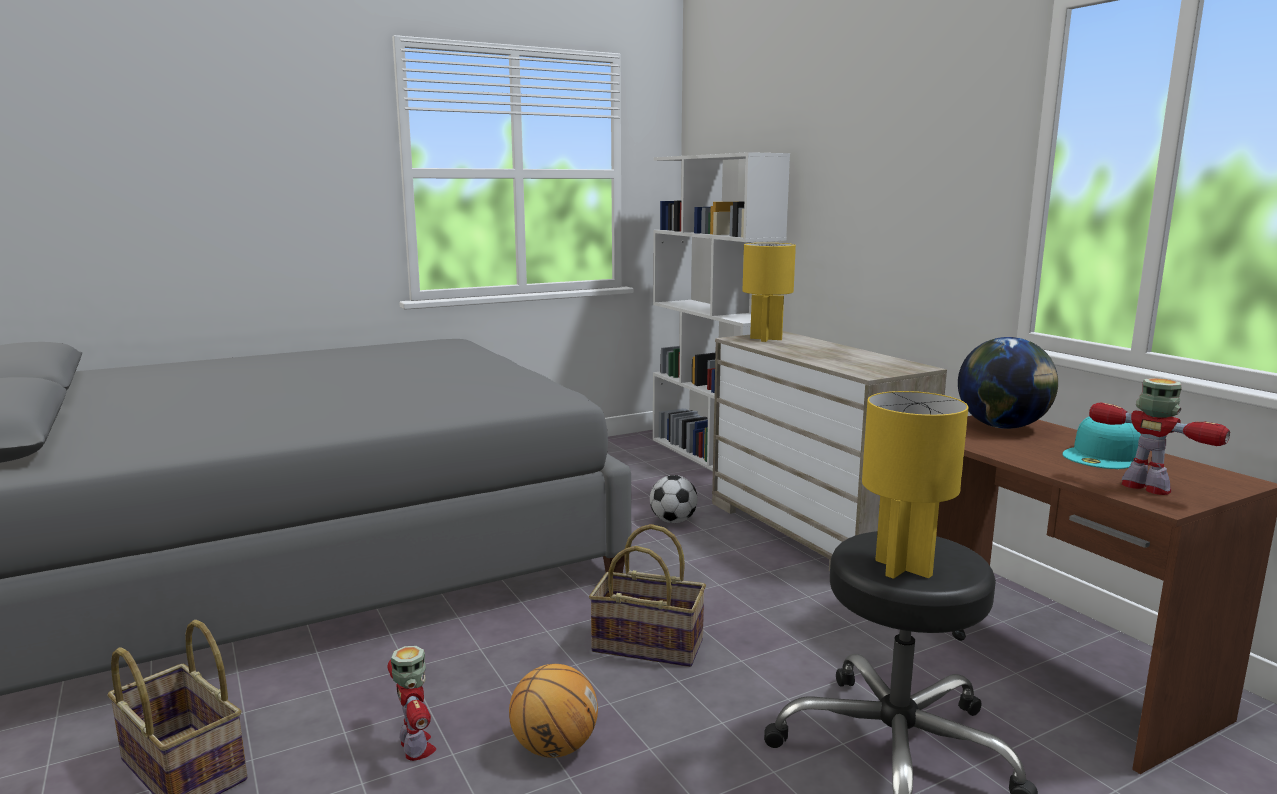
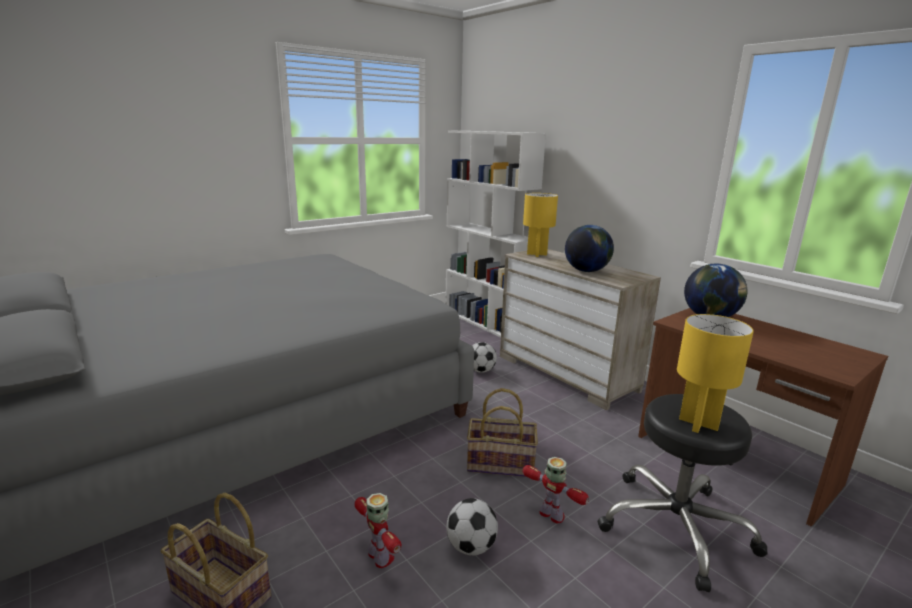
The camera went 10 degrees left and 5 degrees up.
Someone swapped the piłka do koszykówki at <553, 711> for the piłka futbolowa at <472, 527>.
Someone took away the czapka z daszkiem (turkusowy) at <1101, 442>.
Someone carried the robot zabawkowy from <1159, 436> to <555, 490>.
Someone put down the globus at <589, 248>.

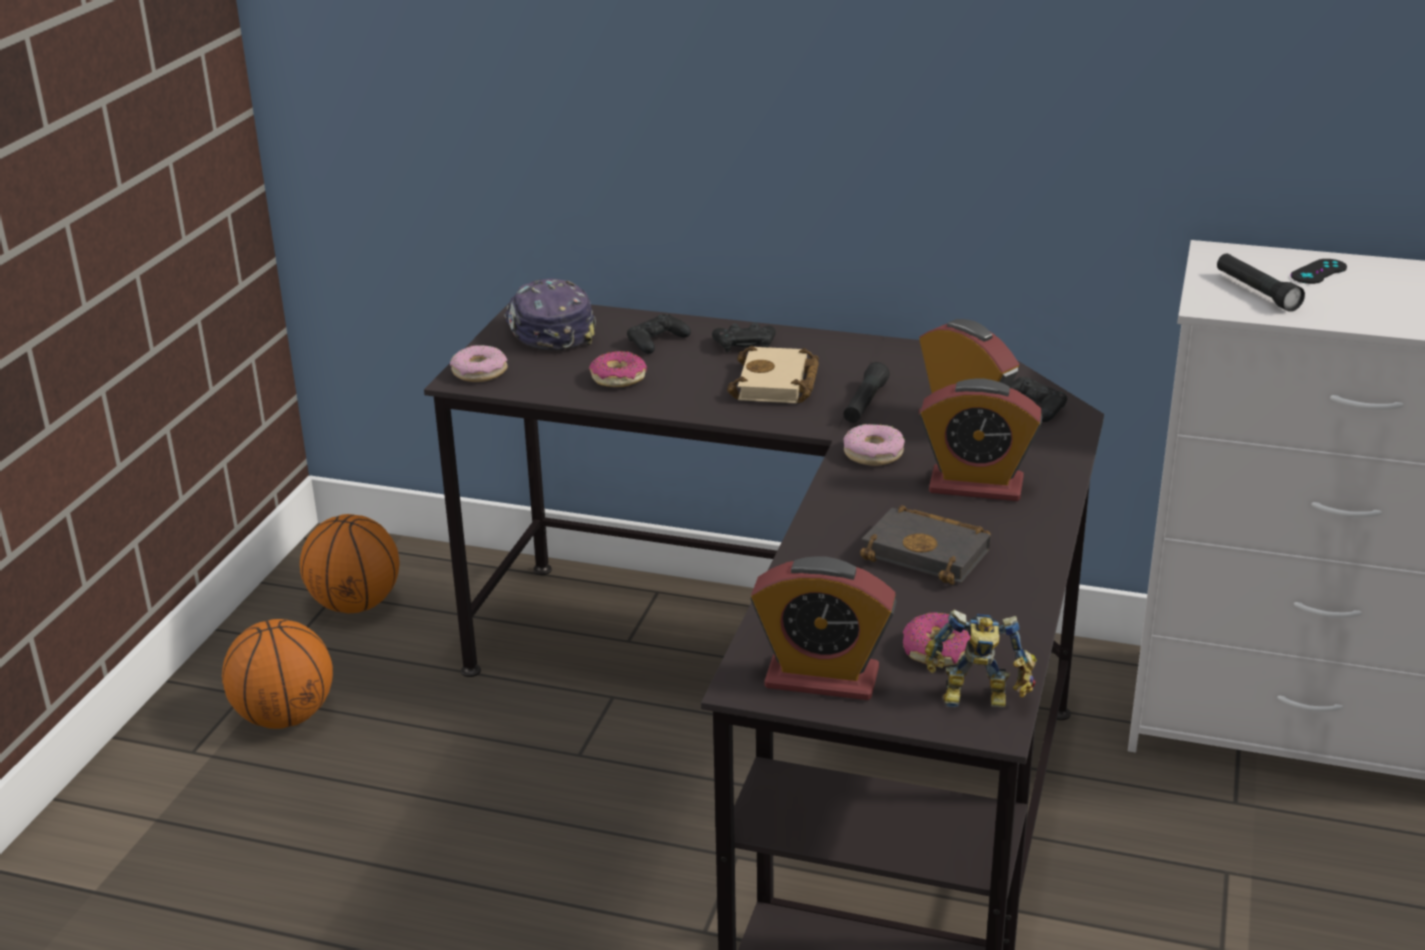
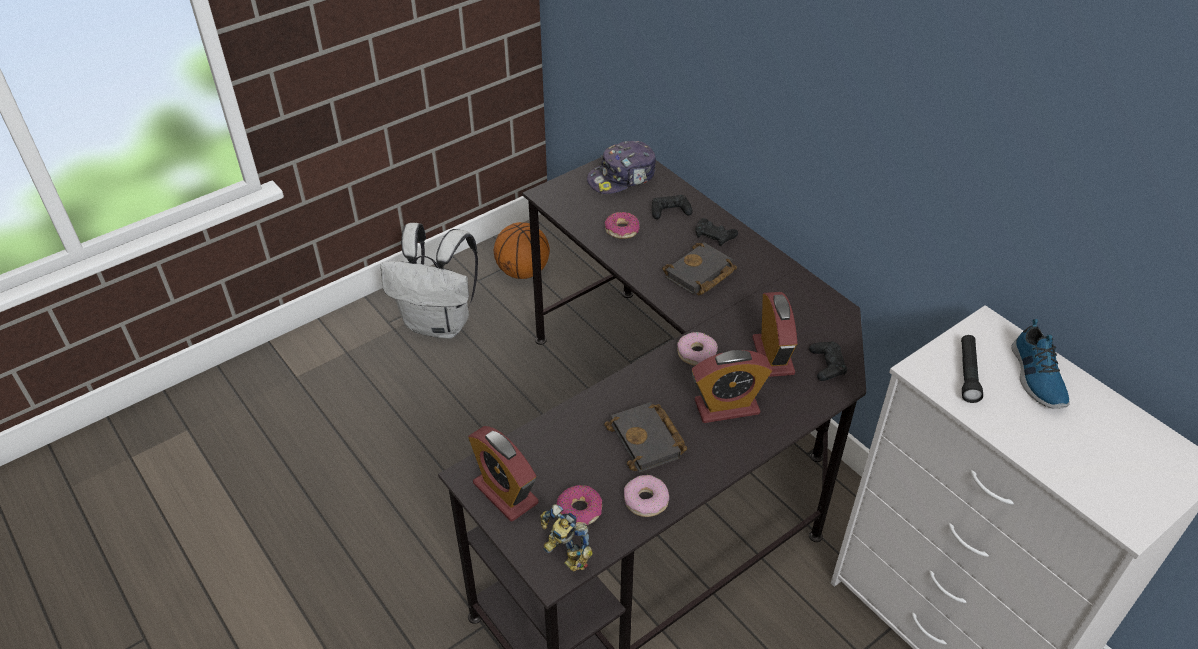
The camera went 35 degrees right and 15 degrees up.
Someone swapped the piłka do koszykówki at <277, 674> for the plecak (biały) at <429, 281>.
Someone carried the donut from <478, 363> to <646, 496>.
Someone rotated the czapka z daszkiem at <550, 314> by 135 degrees counterclockwise.
Someone repainted the książka (beżowy) at <773, 374>, which became the książka (czarny) at <699, 268>.
Someone took away the latarka (czarny) at <866, 392>.
Someone rotated the budzik at <980, 439> by 60 degrees counterclockwise.
Someone swapped the pad do gier (czarny) at <1319, 271> for the but at <1040, 364>.

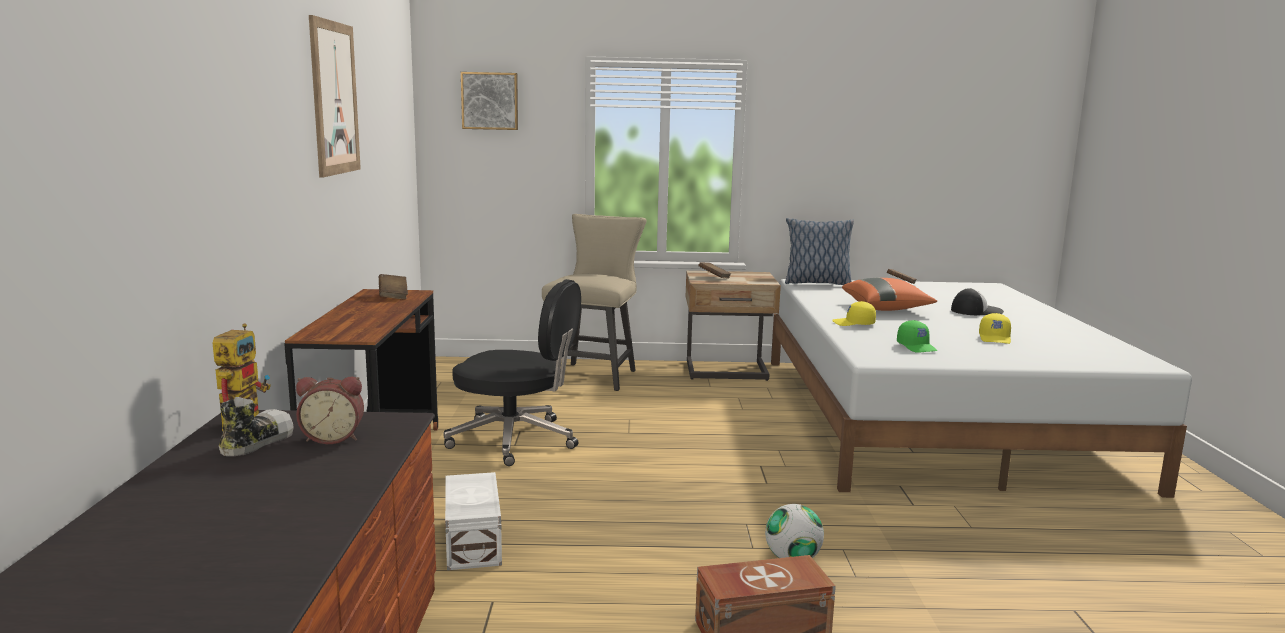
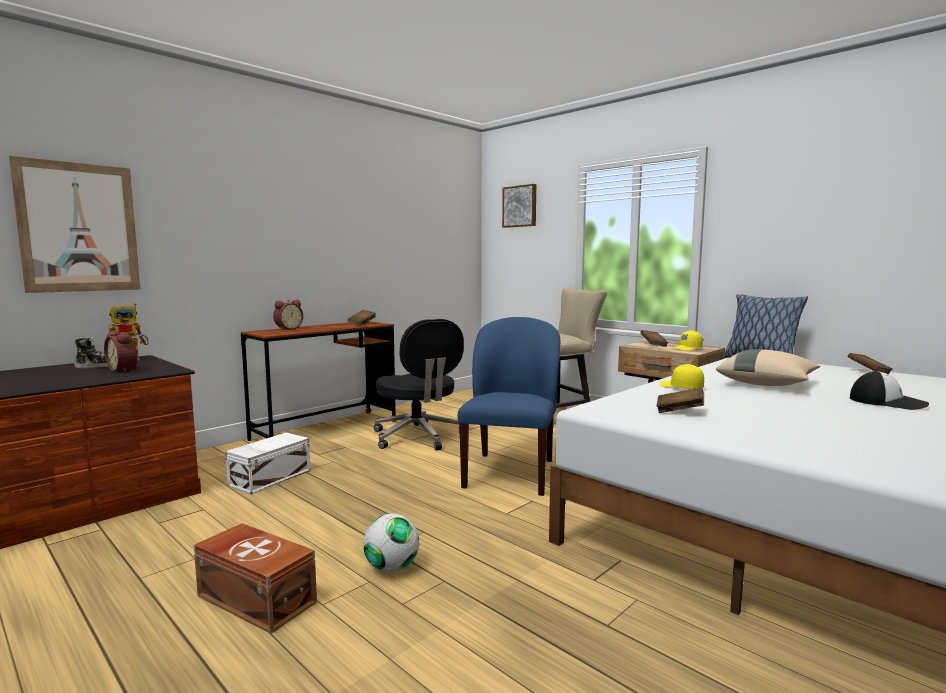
The camera went 45 degrees right and 5 degrees down.
Someone carried the obraz from <335, 96> to <75, 224>.
Someone repainted the poduszka (pomarańczowy) at <889, 294>, which became the poduszka (beżowy) at <768, 367>.
Someone swapped the czapka z daszkiem (zielony) at <917, 336> for the książka (brązowy) at <680, 400>.
Someone carried the czapka z daszkiem (żółty) from <995, 328> to <687, 340>.
Someone put down the budzik at <288, 315>.
Someone put down the krzesło (niebieski) at <508, 406>.

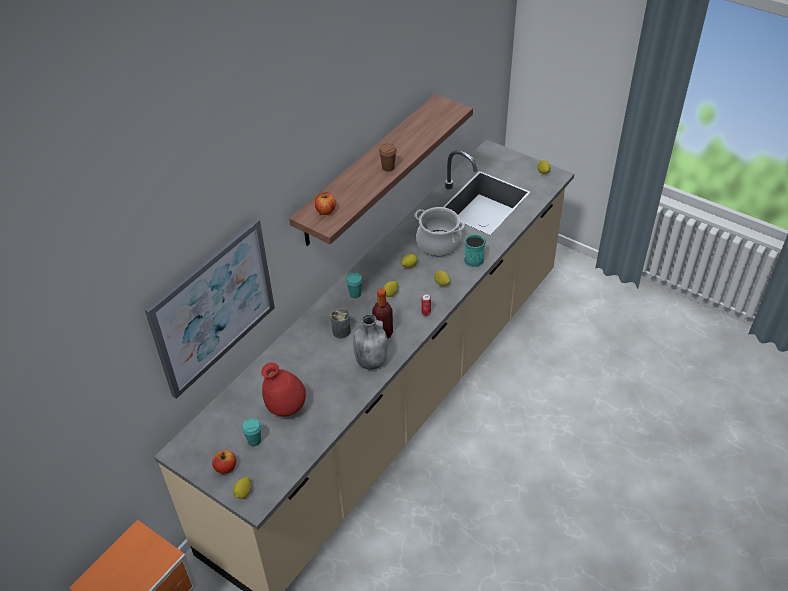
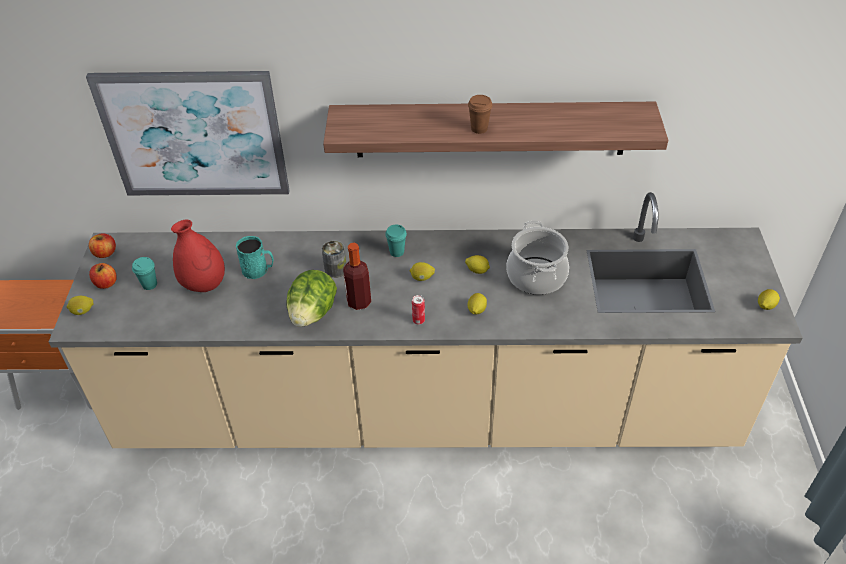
The camera went 55 degrees right and 0 degrees up.
Someone carried the jabłko from <325, 203> to <102, 245>.
Someone swapped the butelka (szary) at <370, 342> for the sałata at <311, 298>.
Someone carried the kubek (turkusowy) from <474, 250> to <255, 257>.

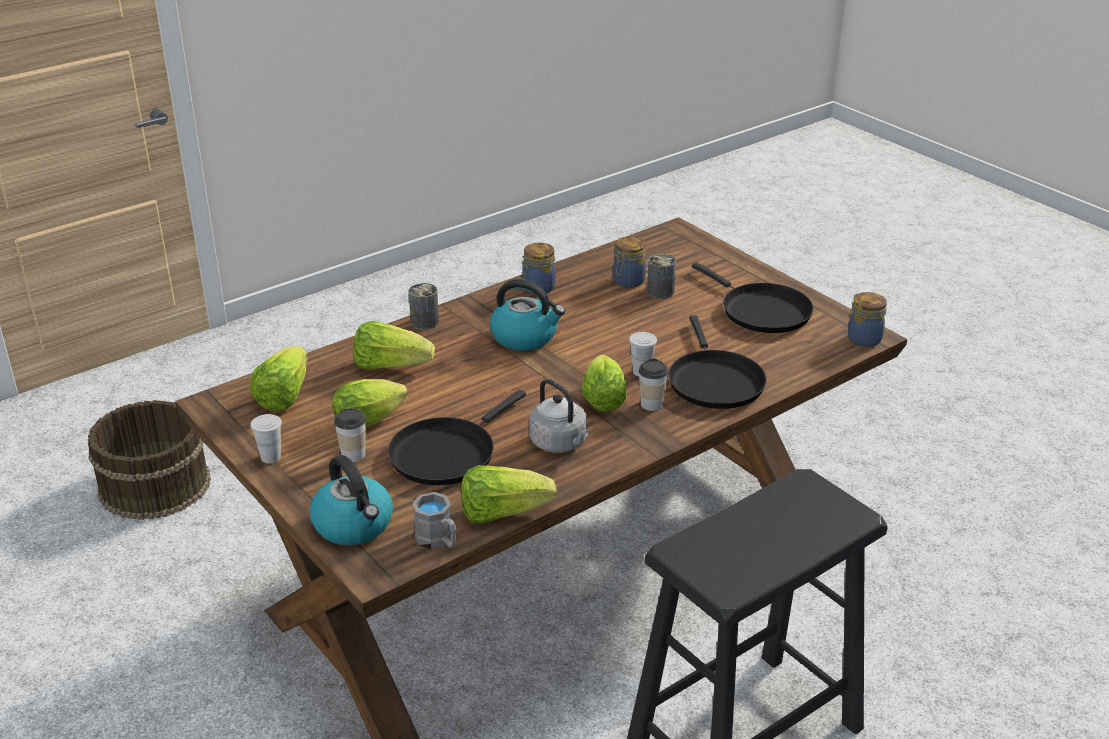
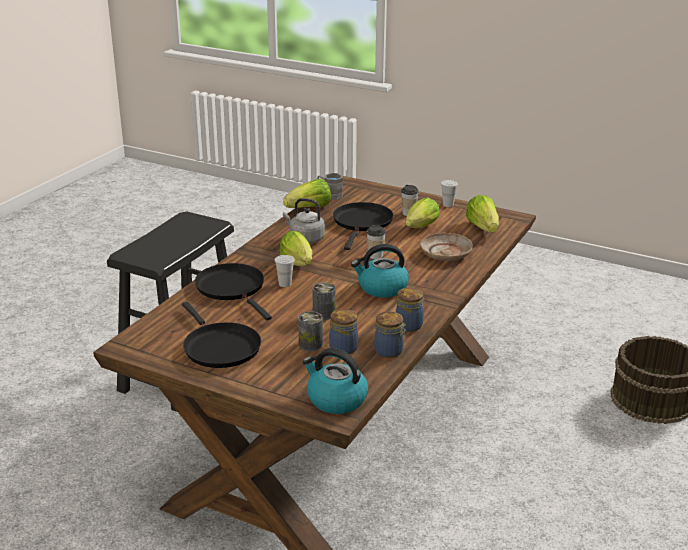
The camera went 155 degrees right and 5 degrees down.
Someone carried the czajnik from <351, 500> to <335, 381>.
Someone swapped the sałata at <394, 345> for the talerz (beżowy) at <446, 247>.
Someone carried the puszka from <424, 306> to <324, 301>.
Someone carried the filiżanka from <653, 384> to <376, 242>.
Someone rotated the patelnia (czarny) at <752, 297> by 150 degrees counterclockwise.
Someone carried the słoik from <867, 319> to <390, 335>.

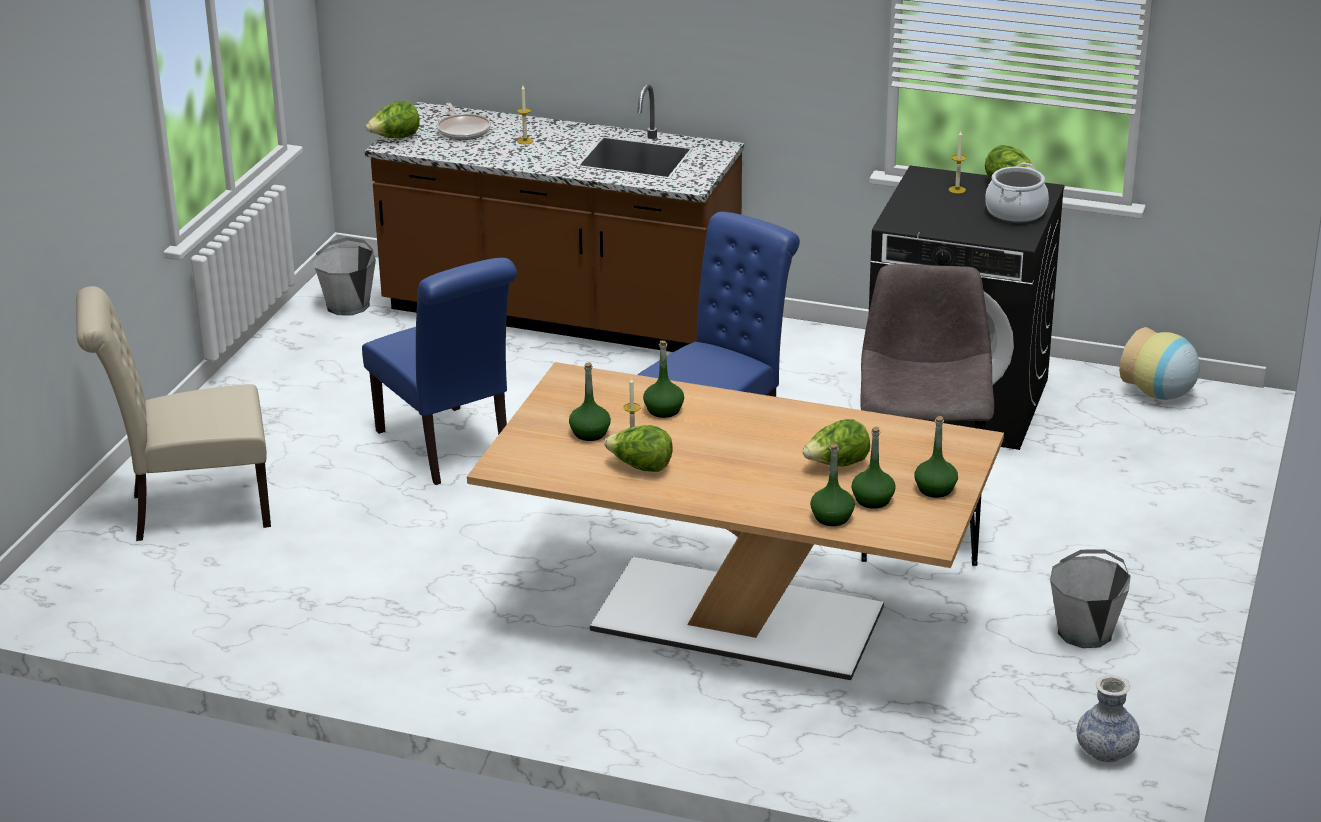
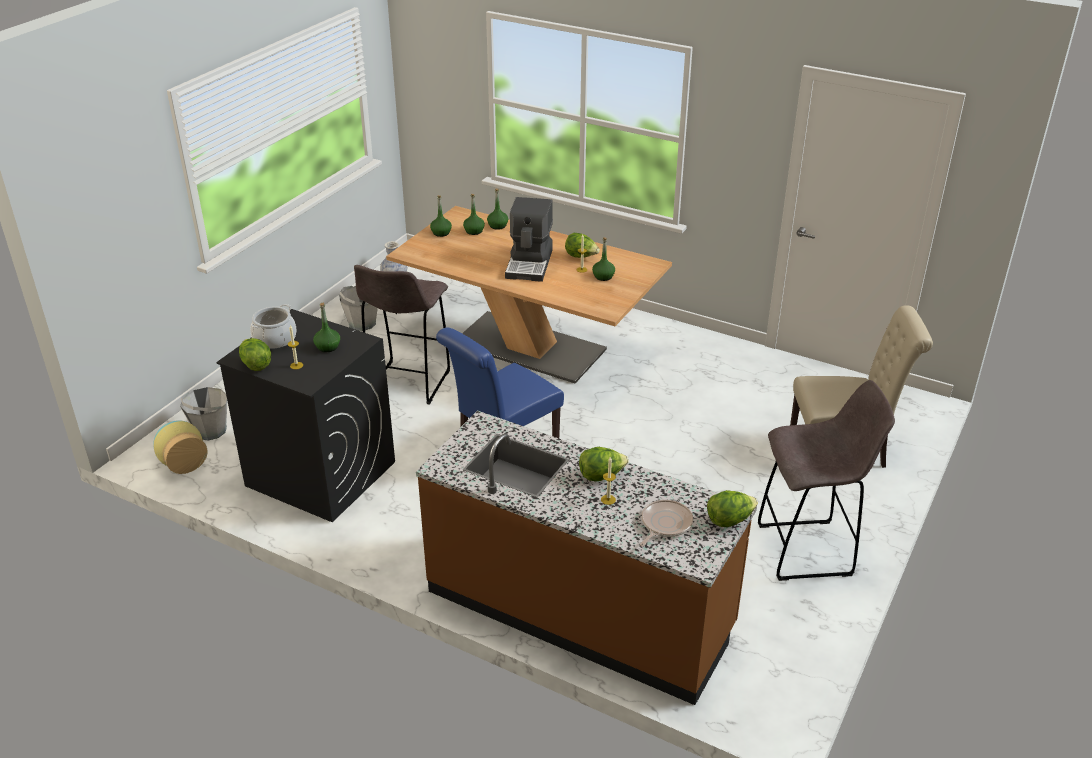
The camera went 170 degrees left and 5 degrees up.
Someone carried the wiadro (szary) from <344, 276> to <204, 413>.
Someone took away the krzesło (niebieski) at <439, 371>.
Someone rotated the patelnia at <464, 121> by 45 degrees clockwise.
Someone carried the butelka (zielony) from <663, 379> to <326, 327>.
Someone carried the sałata from <836, 443> to <604, 464>.
Someone put down the ekspres do kawy at <529, 239>.
Someone put down the stołek (szary) at <826, 480>.

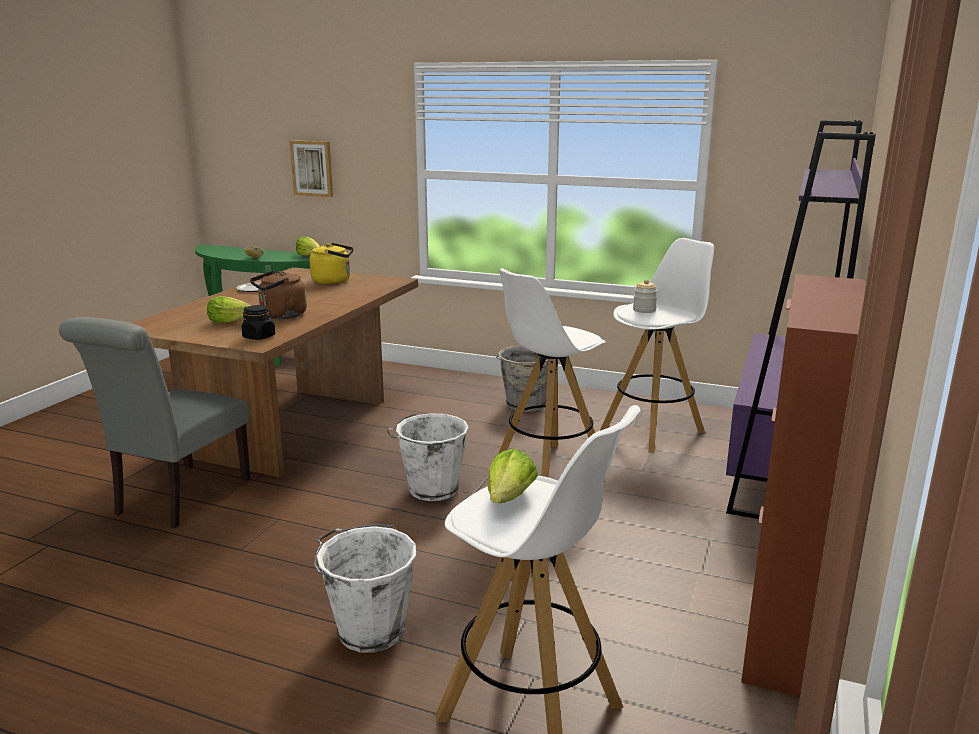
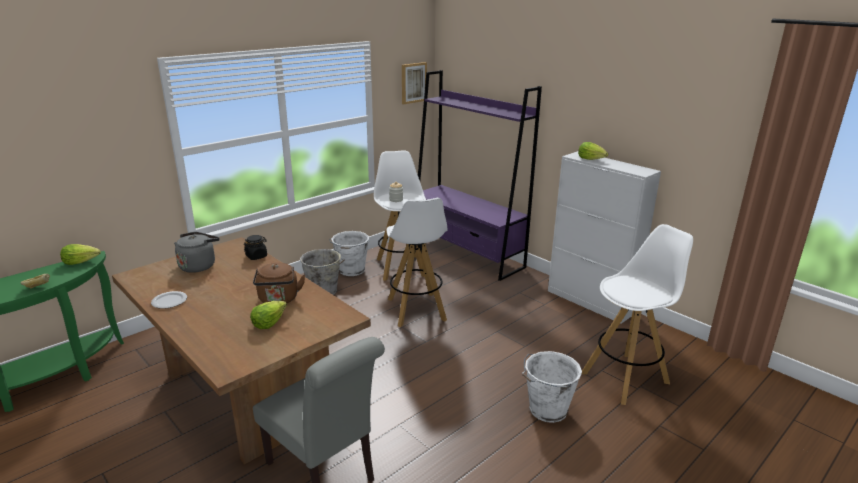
The camera went 65 degrees left and 5 degrees up.
Someone carried the słoik (czarny) from <258, 322> to <255, 247>.
Someone carried the obraz from <311, 168> to <414, 83>.
Someone repainted the czajnik (żółty) at <331, 263>, which became the czajnik (szary) at <196, 252>.
Someone carried the wiadro (biały) from <428, 457> to <349, 253>.
Someone carried the sałata from <513, 476> to <593, 151>.
Someone repainted the szafka (brązowy) at <803, 485>, which became the szafka (biały) at <604, 237>.

